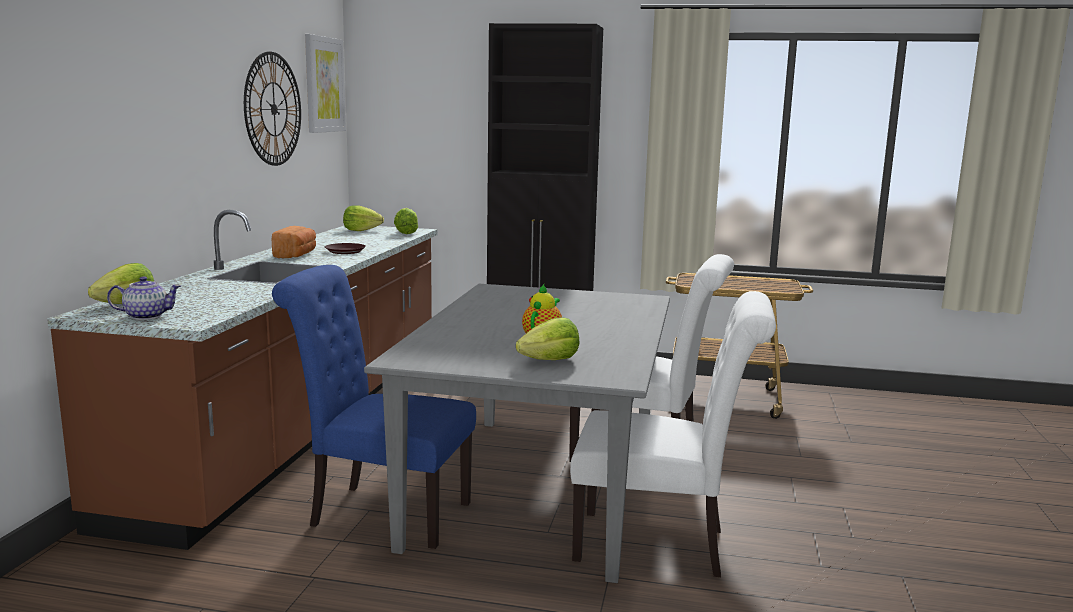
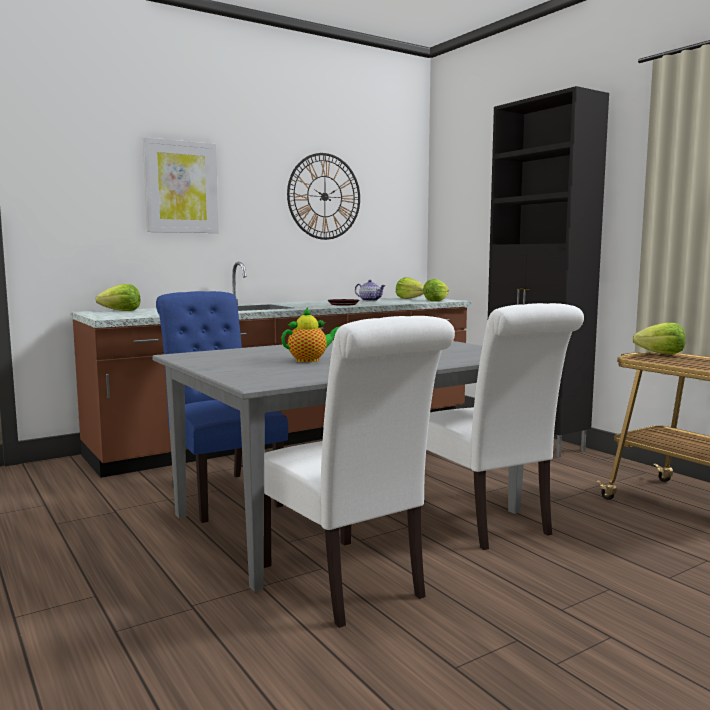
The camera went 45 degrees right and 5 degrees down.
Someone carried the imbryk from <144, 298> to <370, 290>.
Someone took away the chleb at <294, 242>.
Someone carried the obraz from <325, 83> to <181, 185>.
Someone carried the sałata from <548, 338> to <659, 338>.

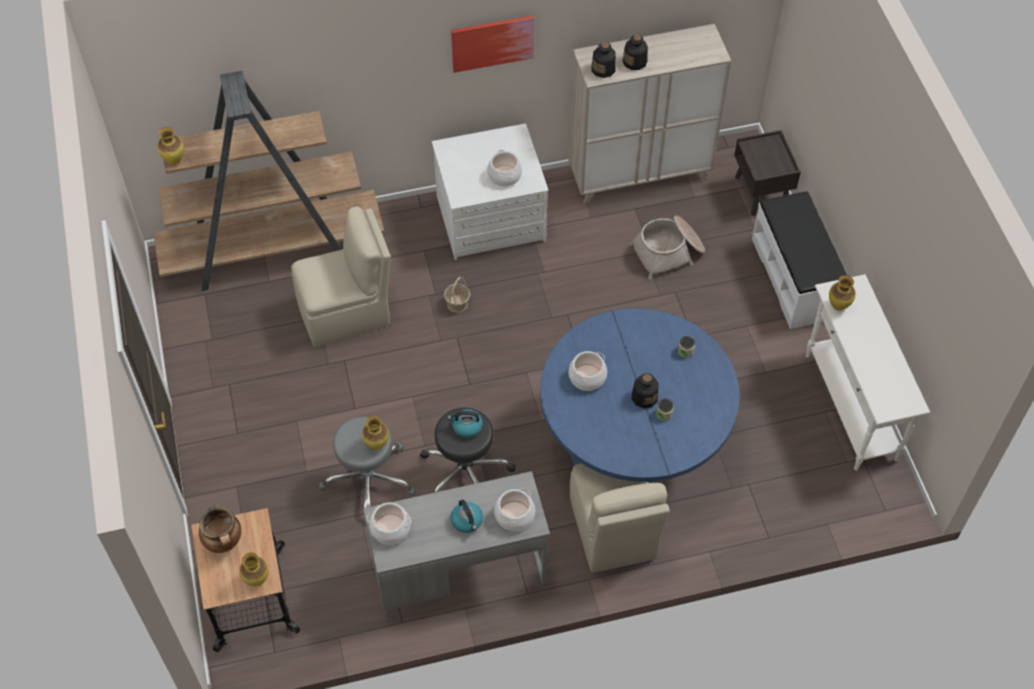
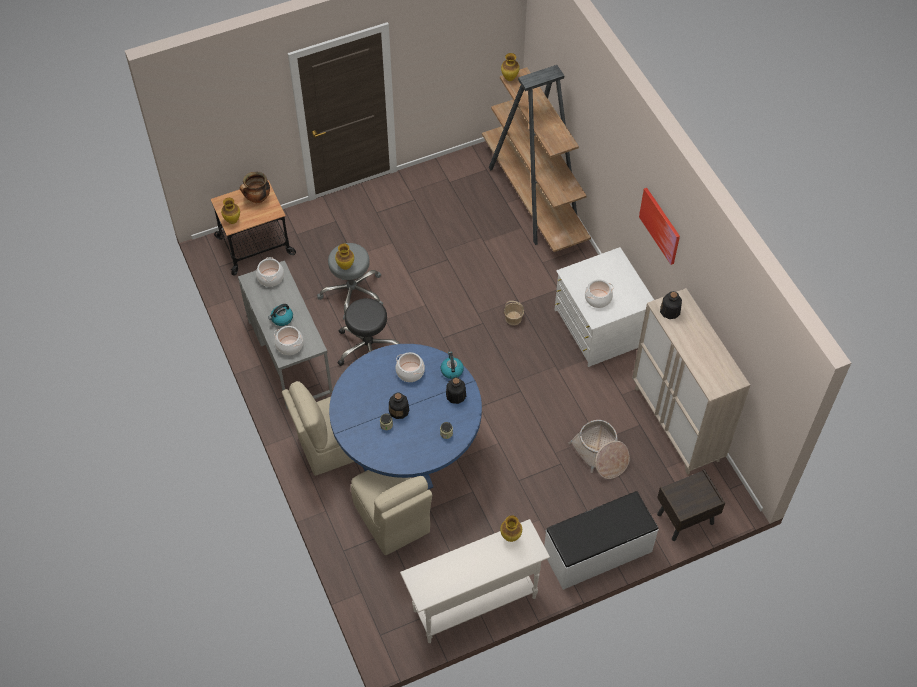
The camera went 80 degrees right and 0 degrees up.
Someone carried the krzesło (beżowy) from <341, 276> to <391, 512>.
Someone carried the czajnik from <465, 423> to <452, 365>.
Someone carried the butelka from <635, 52> to <456, 390>.

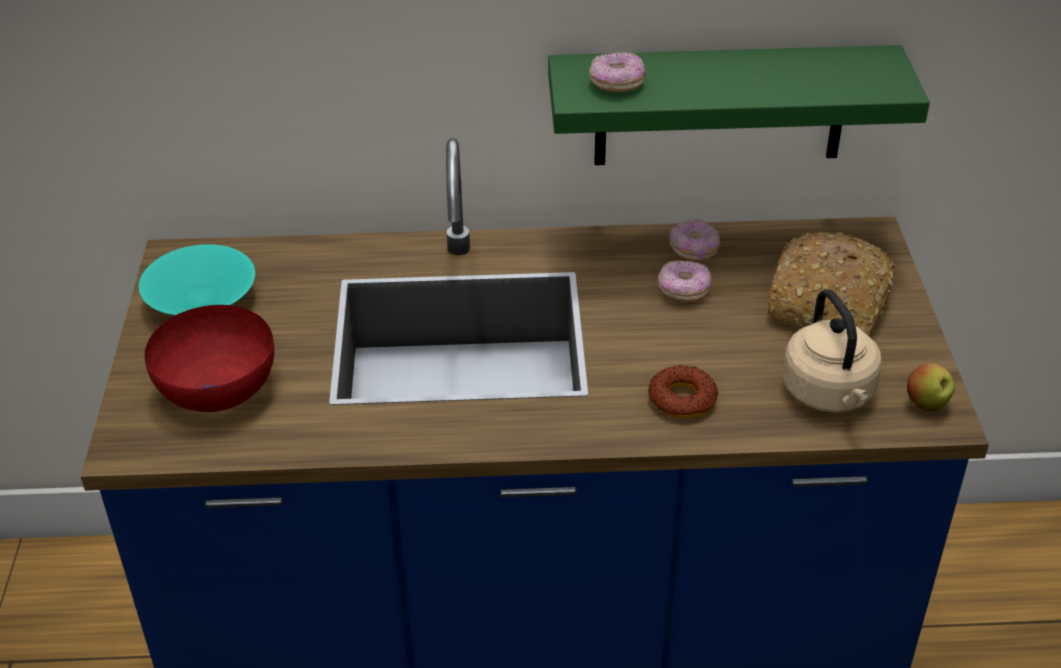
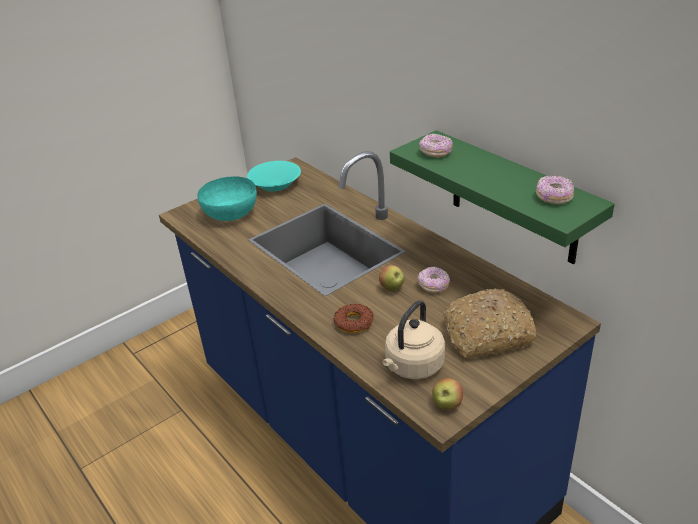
The camera went 55 degrees right and 5 degrees down.
Someone repainted the miska (czerwony) at <209, 358>, which became the miska (turkusowy) at <227, 198>.
Someone carried the donut from <694, 240> to <555, 189>.
Someone put down the jabłko at <391, 278>.

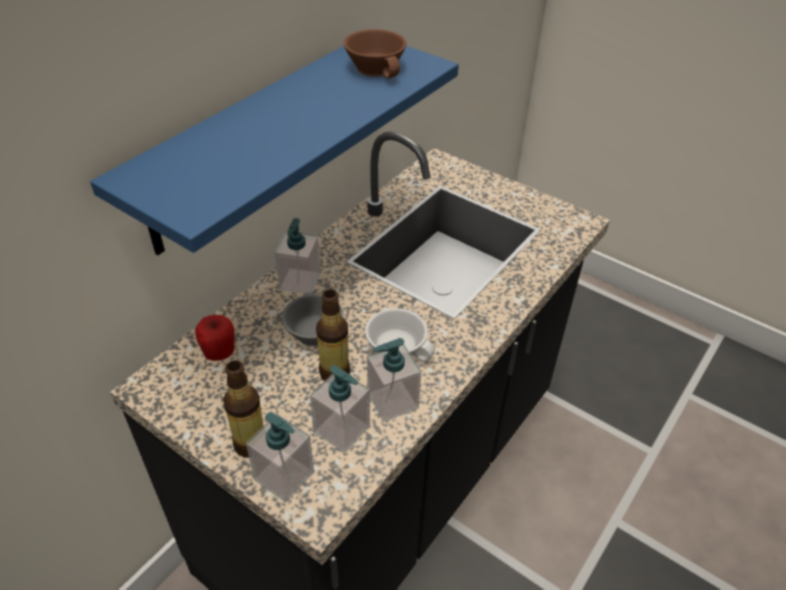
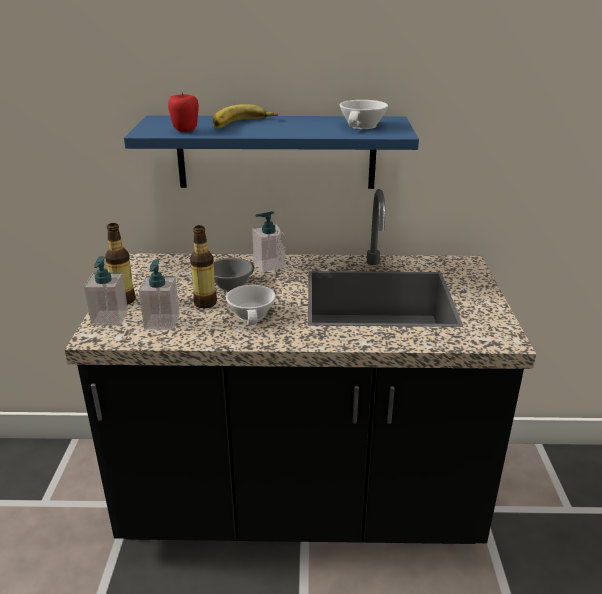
The camera went 55 degrees right and 15 degrees down.
Someone carried the jabłko from <215, 338> to <183, 112>.
Someone repainted the filiżanka (brązowy) at <375, 53>, which became the filiżanka (biały) at <364, 114>.
Someone took away the dozownik mydła at <394, 380>.
Someone put down the banan at <245, 116>.

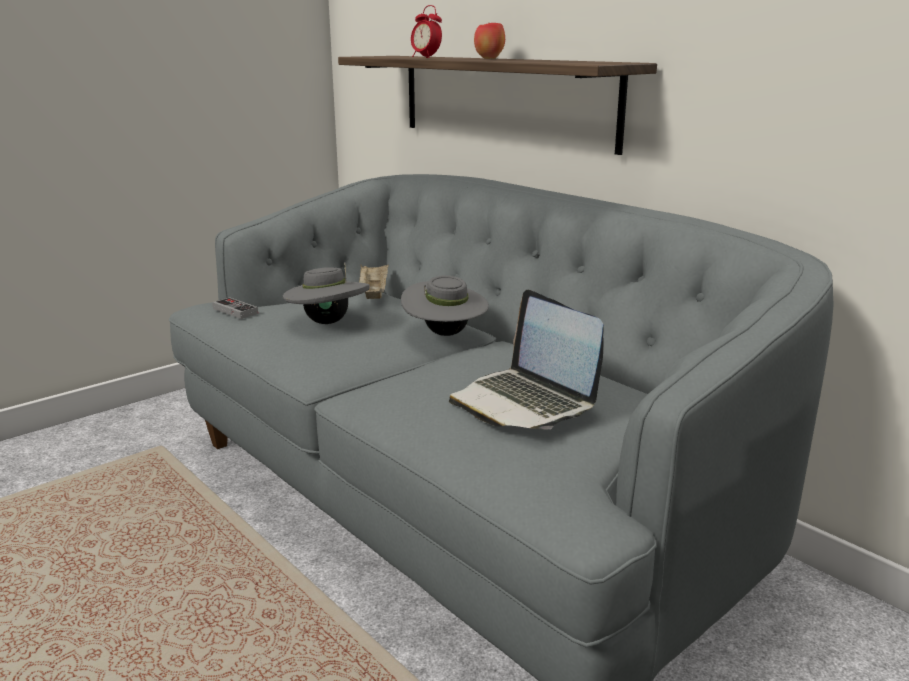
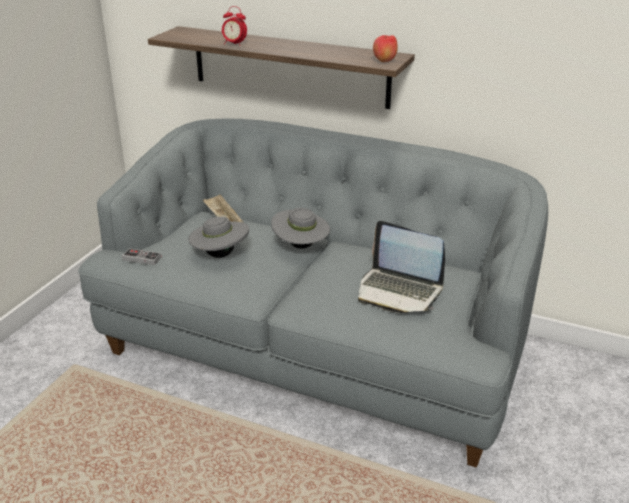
The camera went 25 degrees left and 10 degrees up.
Someone carried the jabłko from <489, 41> to <385, 48>.

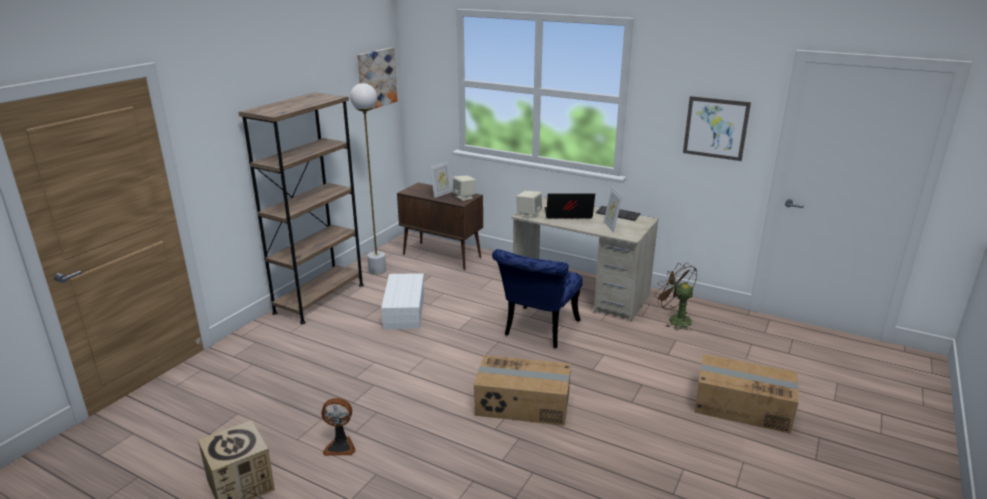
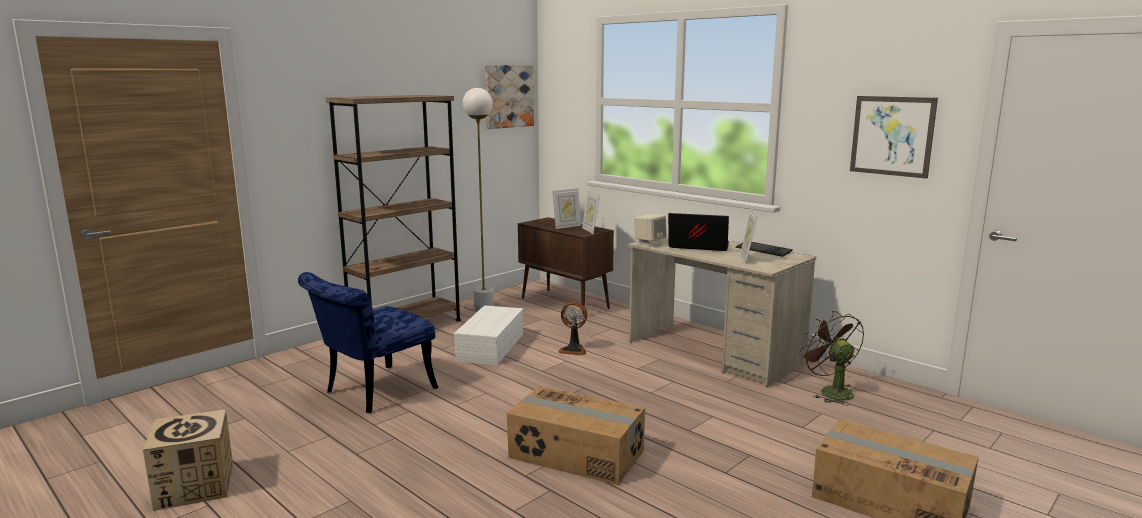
The camera went 15 degrees right and 10 degrees down.
Someone carried the wentylator from <338, 427> to <572, 328>.
Someone swapped the głośnik (beżowy) at <464, 188> for the ramka na zdjęcie at <591, 212>.
Someone carried the krzesło (niebieski) from <537, 298> to <368, 342>.

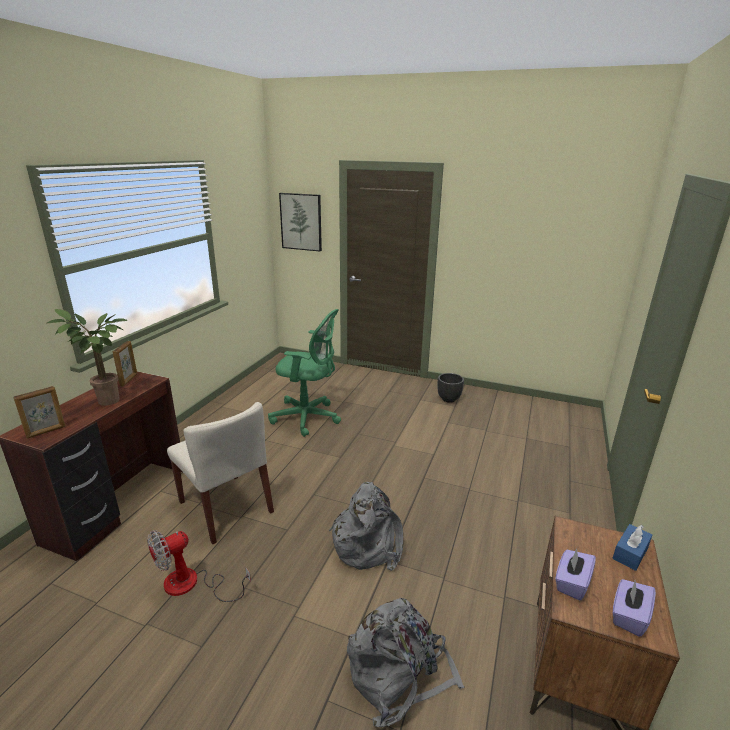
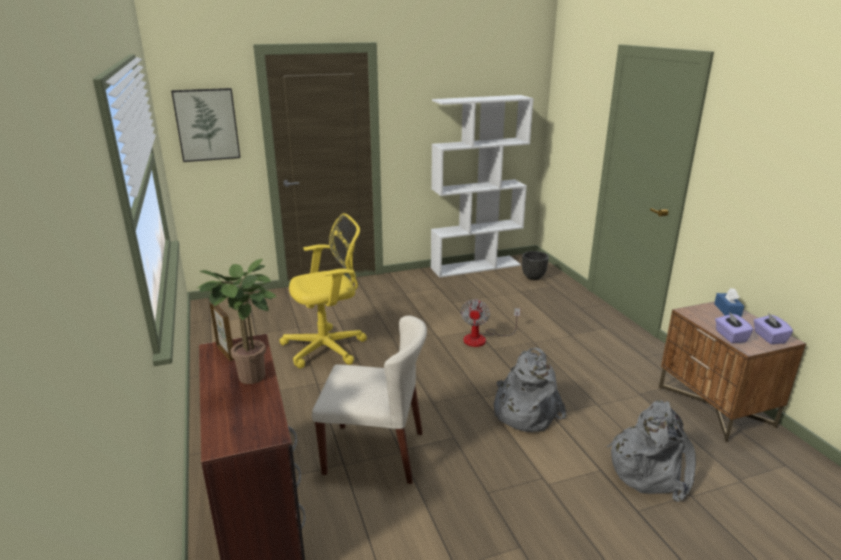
The camera went 40 degrees left and 0 degrees up.
Someone took away the ramka na zdjęcie at <39, 412>.
Someone carried the wentylator from <199, 566> to <490, 323>.
Someone repainted the krzesło biurowe (zielony) at <304, 373>, which became the krzesło biurowe (żółty) at <323, 290>.
Someone carried the donica (czarny) from <450, 388> to <535, 265>.
Someone put down the regał (biały) at <482, 186>.

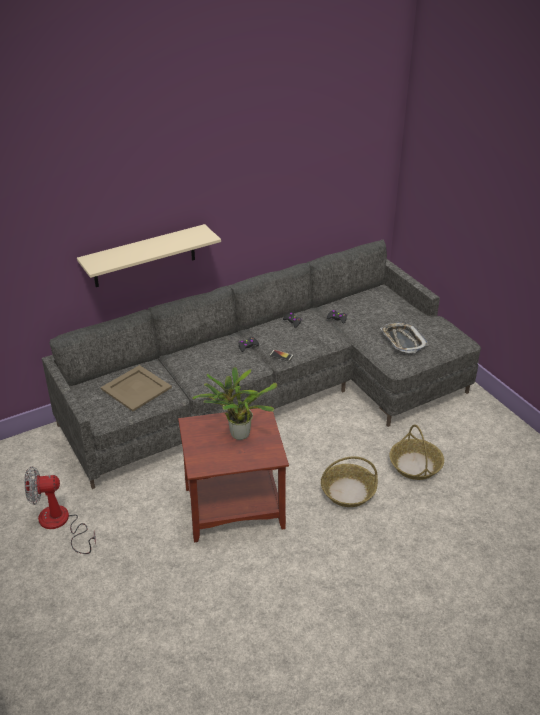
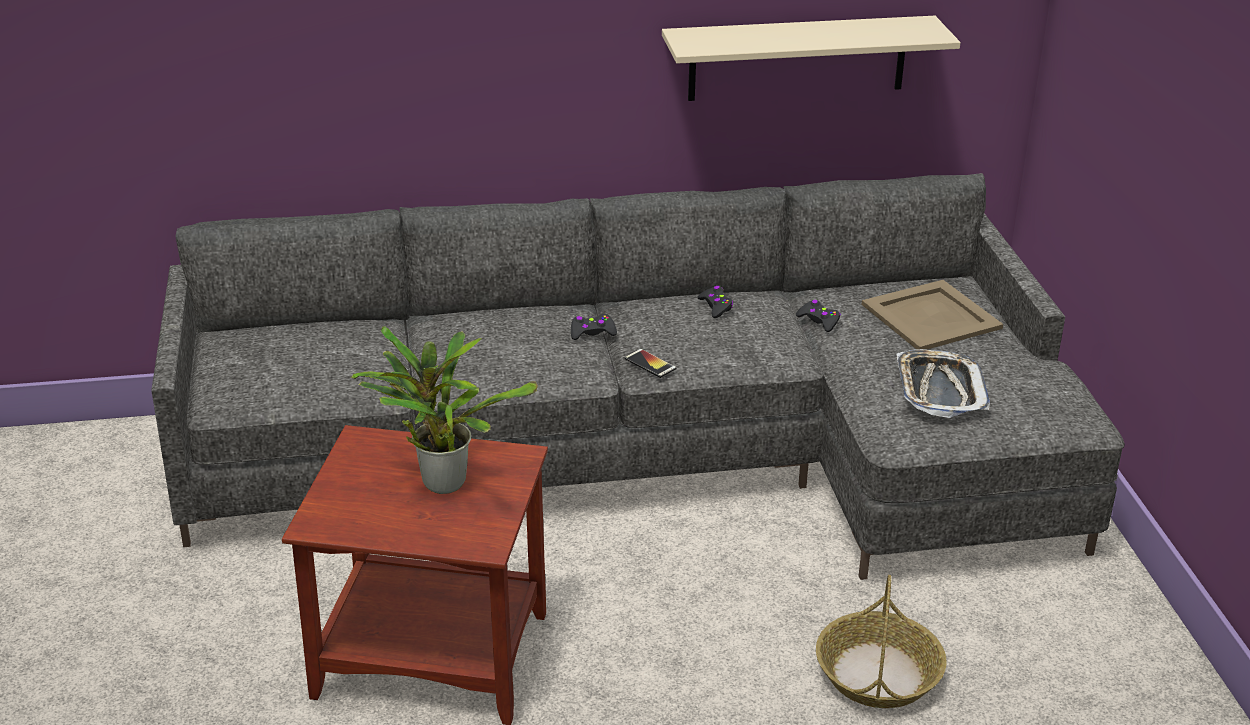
The camera went 20 degrees right and 5 degrees down.
Someone took away the wentylator at <60, 510>.
Someone carried the półka (beżowy) from <149, 255> to <811, 58>.
Someone carried the taca (beżowy) from <136, 388> to <932, 315>.
Someone took away the koszyk at <349, 481>.

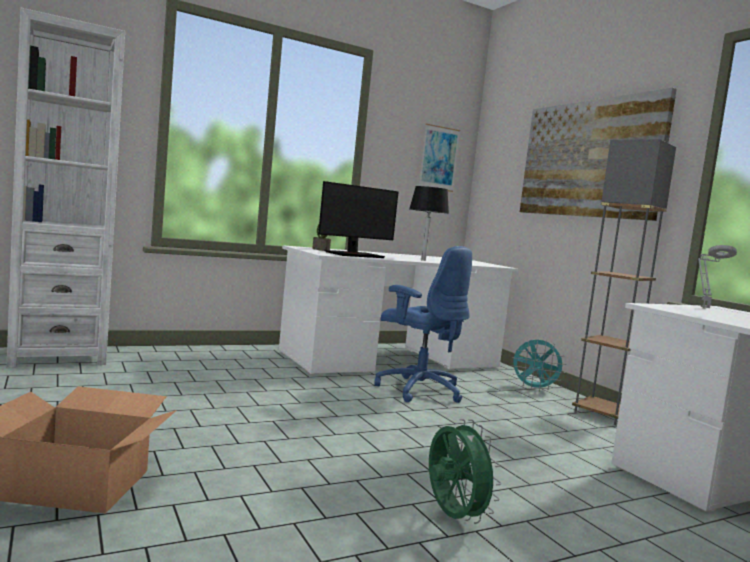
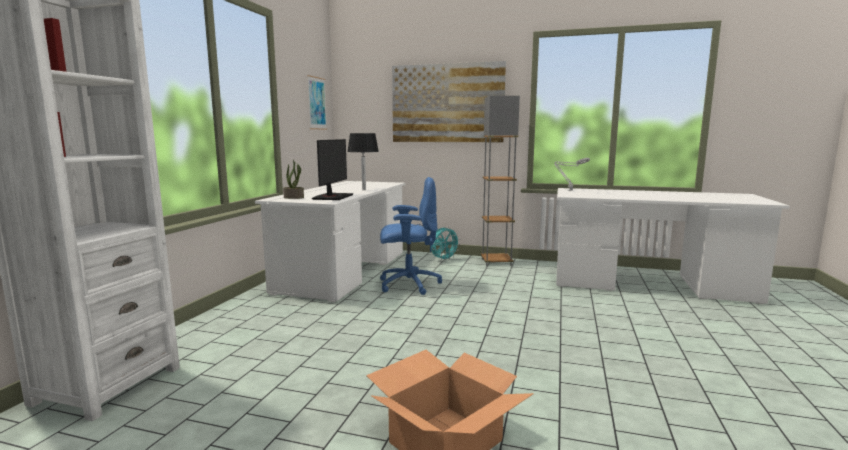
The camera went 45 degrees left and 5 degrees up.
Someone took away the wentylator (zielony) at <465, 471>.

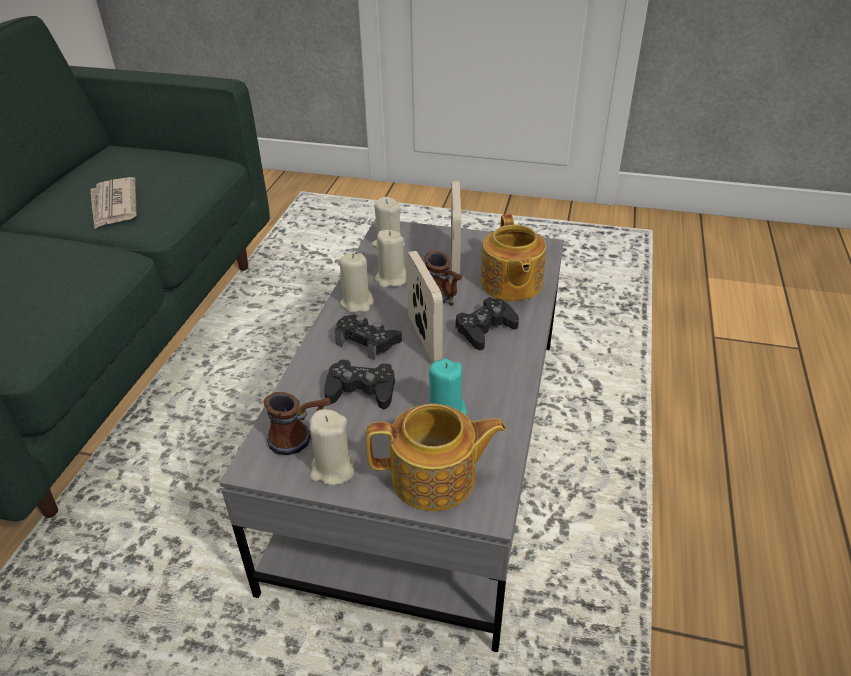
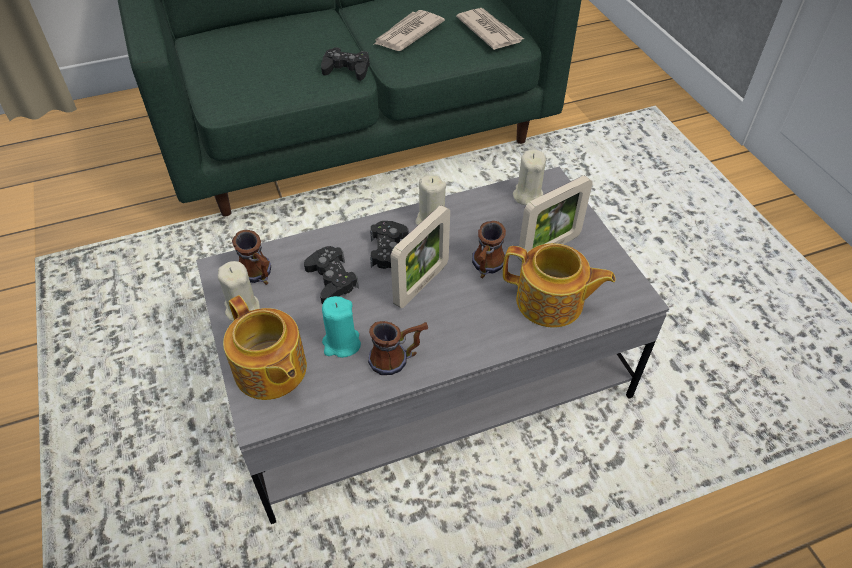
The camera went 55 degrees right and 10 degrees up.
Someone took away the świeca (beżowy) at <391, 259>.
Someone carried the pad do gier (czarny) from <487, 323> to <345, 64>.
Someone rotated the imbryk at <513, 257> by 120 degrees counterclockwise.
Someone put down the kubek at <398, 348>.
Someone put down the gazeta at <490, 29>.

